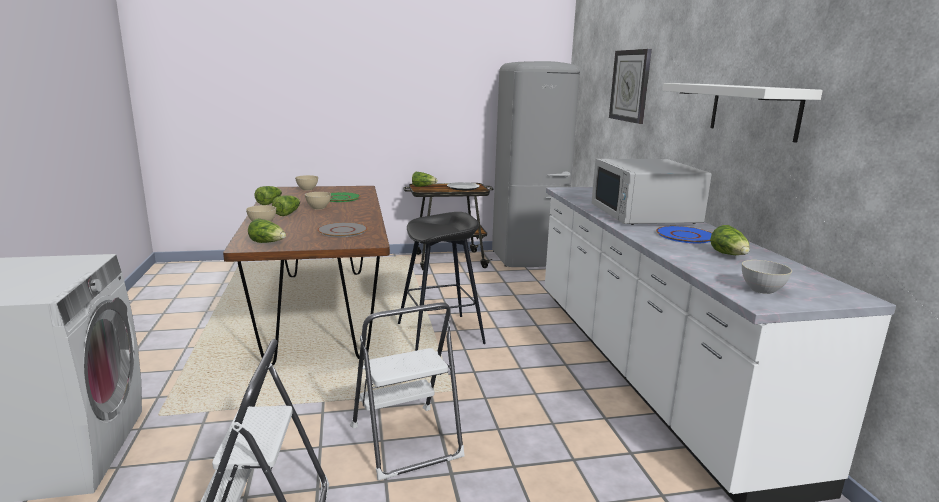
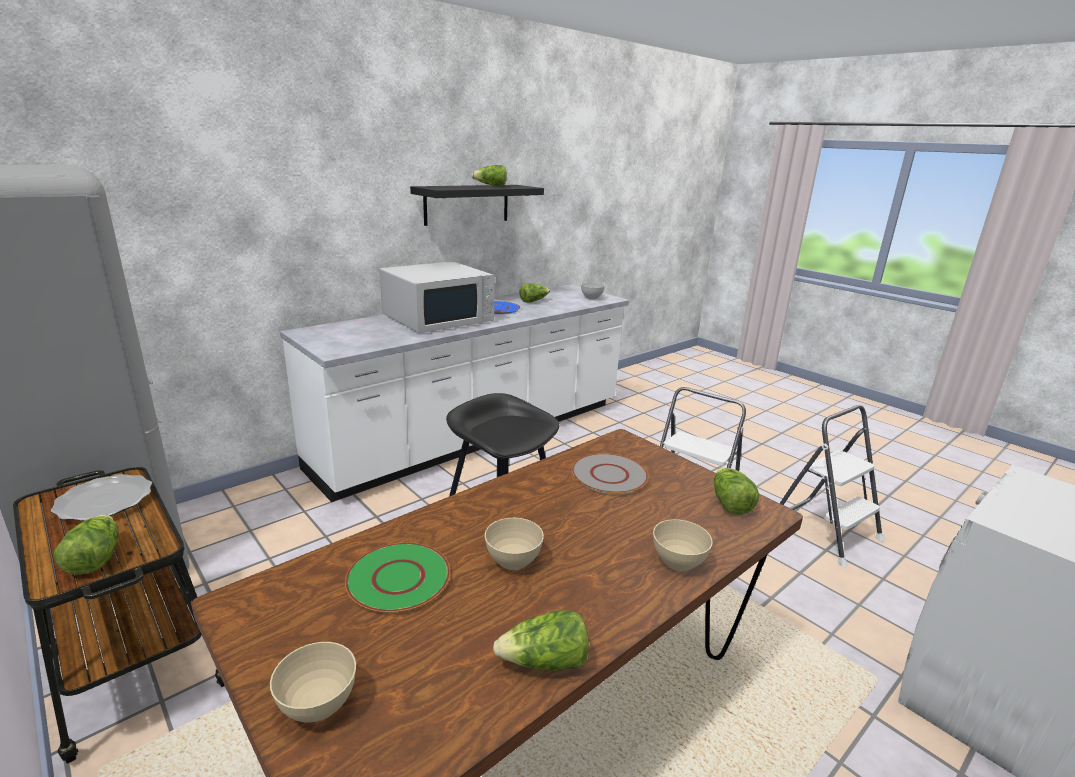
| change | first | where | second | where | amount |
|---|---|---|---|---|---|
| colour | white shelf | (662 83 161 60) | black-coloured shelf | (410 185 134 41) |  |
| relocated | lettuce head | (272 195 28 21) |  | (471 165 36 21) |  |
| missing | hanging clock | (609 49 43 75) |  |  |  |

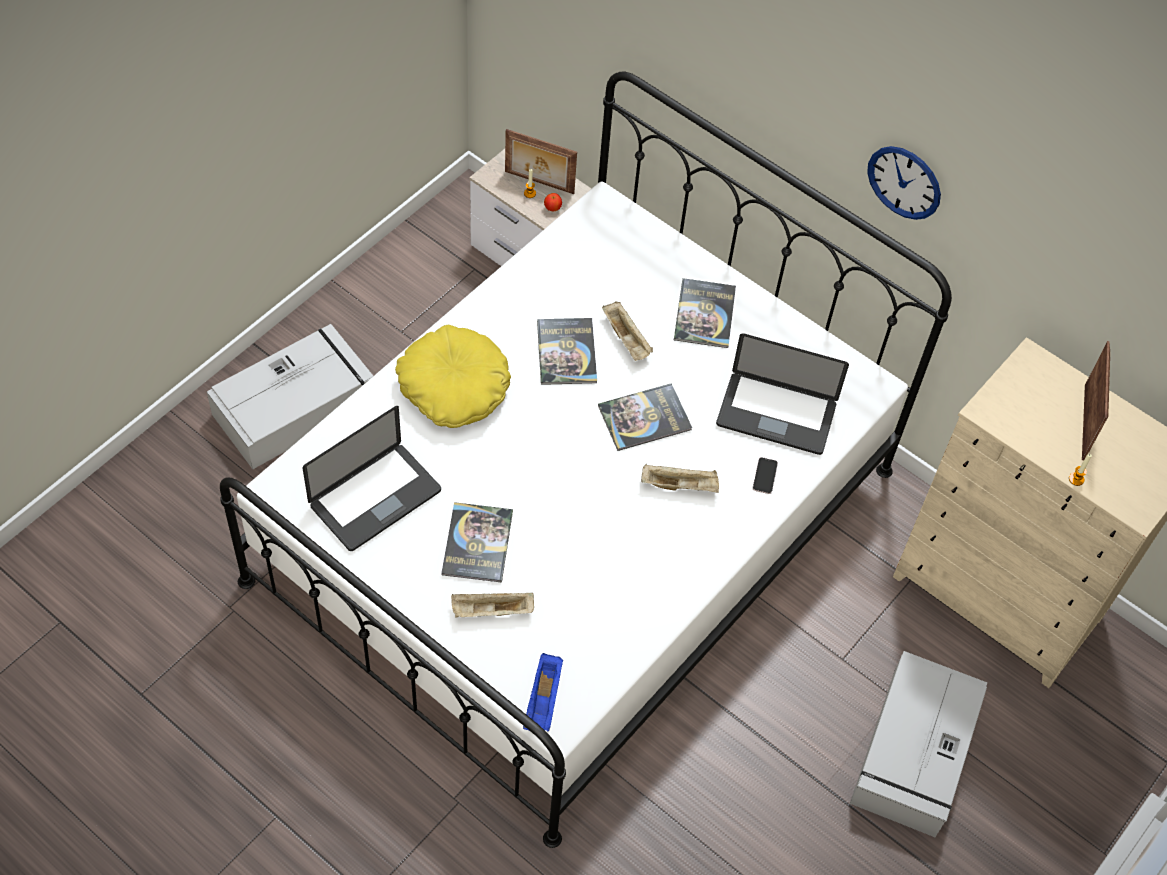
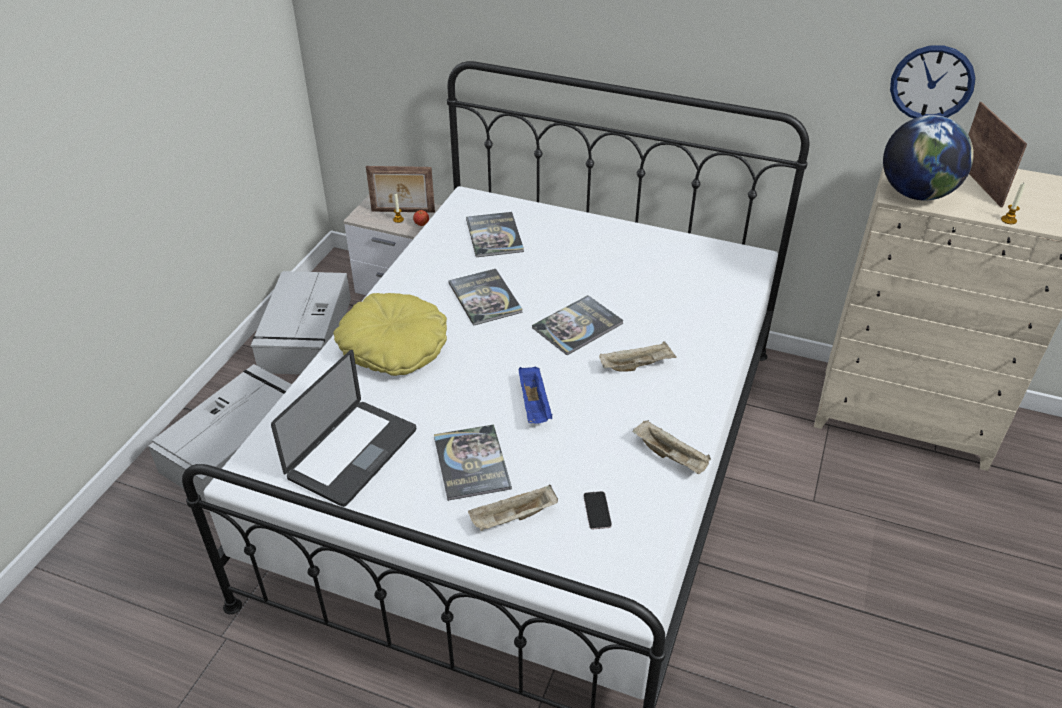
| change | first | where | second | where | amount |
|---|---|---|---|---|---|
| relocated | grey storage bin | (850 651 137 186) |  | (250 271 101 104) |  |
| relocated | book | (674 278 62 70) |  | (466 212 58 45) |  |
| relocated | blue-coloured serving tray | (523 653 40 79) |  | (519 366 33 58) |  |
| relocated | phone | (753 457 25 37) |  | (583 491 29 38) |  |
| relocated | beige-coloured serving tray | (602 301 51 60) |  | (632 420 79 54) |  |
| appeared |  |  | desk globe | (883 115 91 85) |  |
| relocated | hanging clock | (867 146 74 74) |  | (890 45 86 73) |  |
| missing | laptop | (716 333 133 122) |  |  |  |

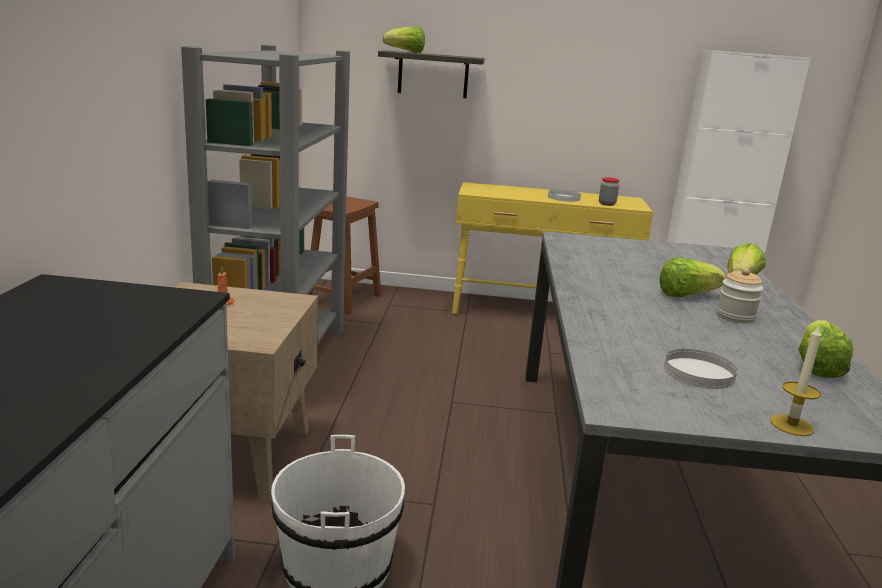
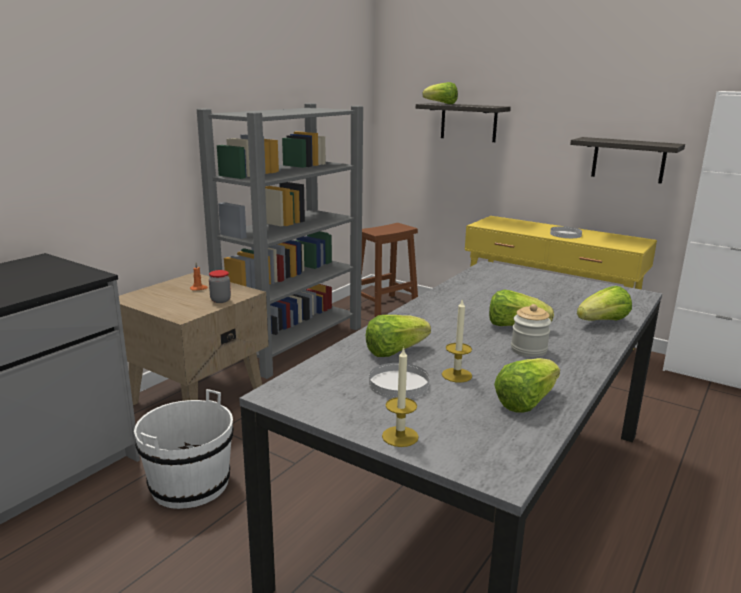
| change | first | where | second | where | amount |
|---|---|---|---|---|---|
| relocated | preserve jar | (599 178 20 28) |  | (209 270 22 33) |  |
| appeared |  |  | lettuce head | (366 315 65 42) |  |
| appeared |  |  | wax light | (442 298 30 84) |  |
| appeared |  |  | shelf | (570 137 115 47) |  |

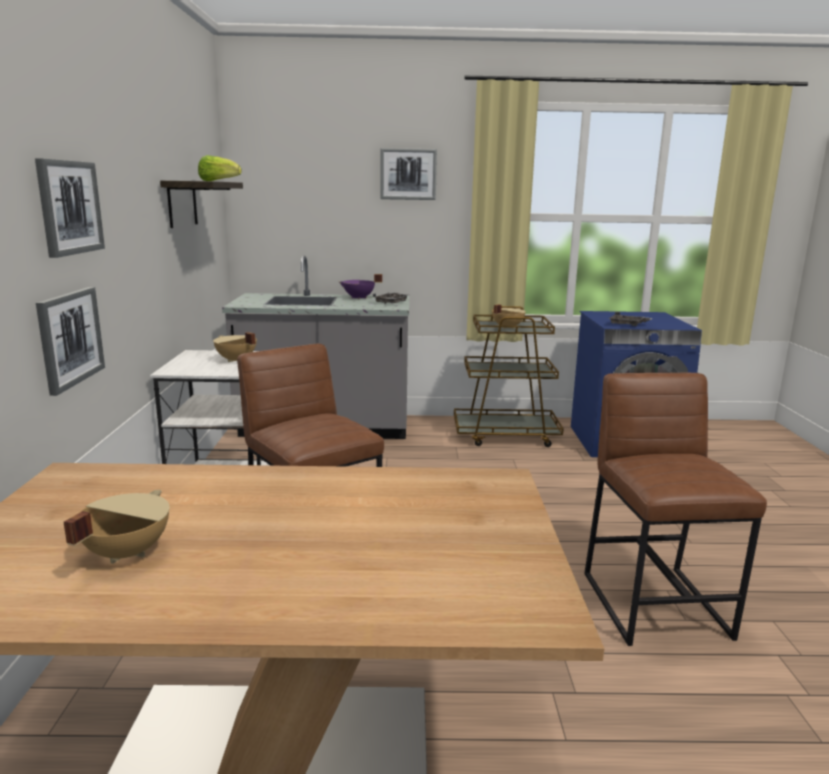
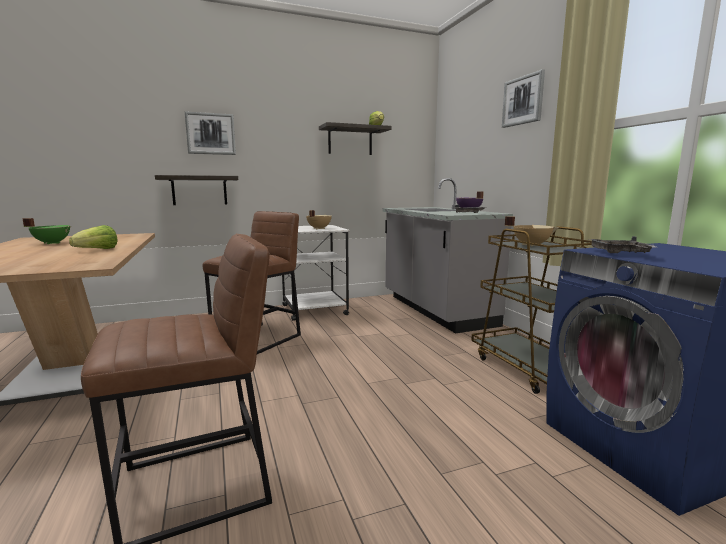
| change | first | where | second | where | amount |
|---|---|---|---|---|---|
| colour | beige-coloured cooking pot | (64 490 106 74) | green-coloured cooking pot | (22 218 49 26) |  |
| appeared |  |  | lettuce head | (69 225 48 24) |  |
| exchanged | wall art | (36 287 69 109) | shelf | (155 175 83 30) |  |

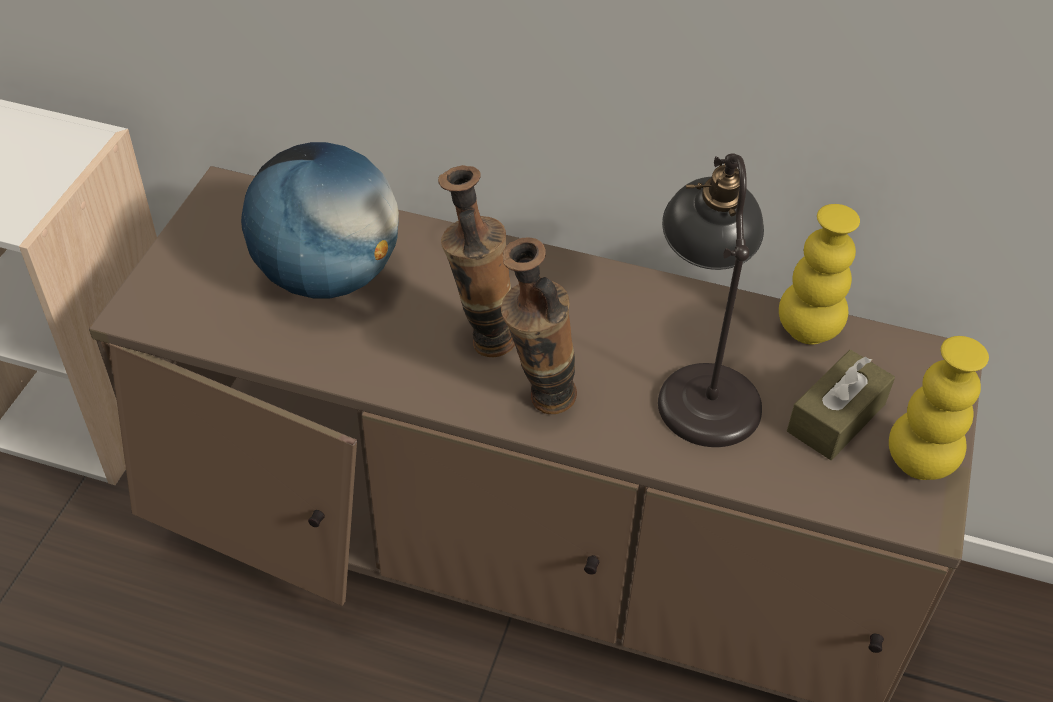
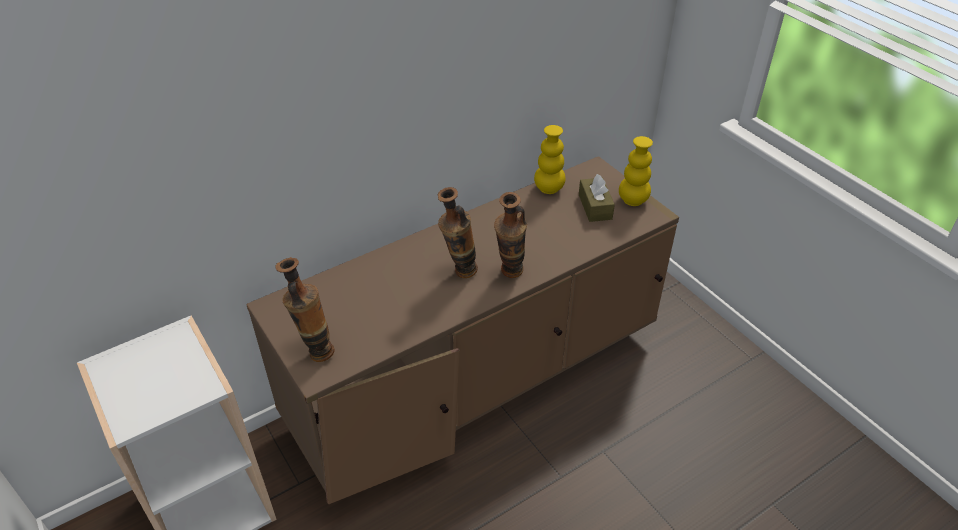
| change | first | where | second | where | amount |
|---|---|---|---|---|---|
| appeared |  |  | flower vase | (275 257 60 105) |  |
| missing | desk globe | (241 142 158 156) |  |  |  |
| missing | grey table lamp | (658 153 106 294) |  |  |  |

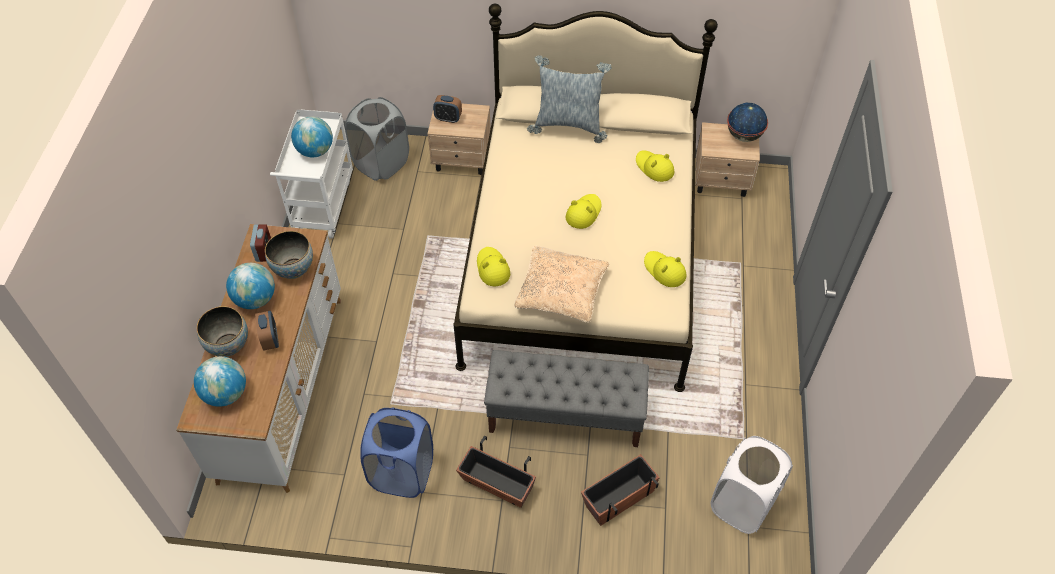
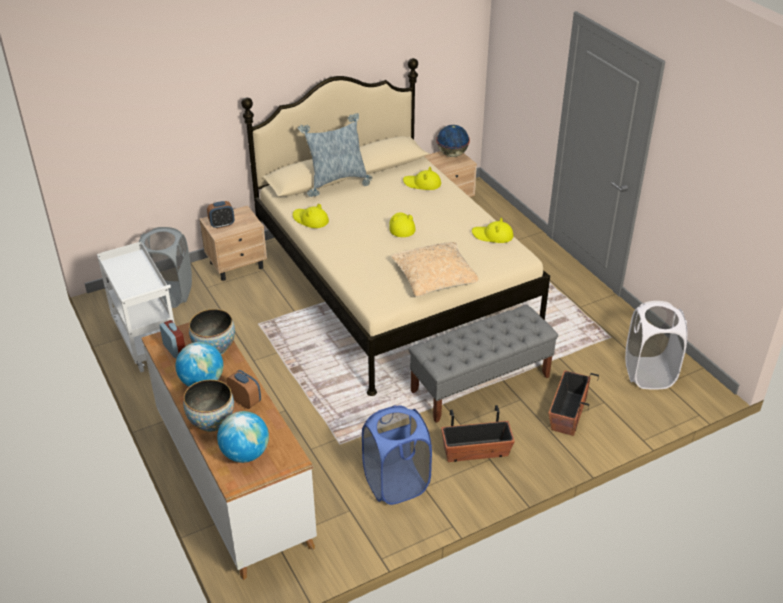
| change | first | where | second | where | amount |
|---|---|---|---|---|---|
| relocated | yellowish wearable hat | (477 247 33 39) |  | (293 204 36 24) |  |
| missing | desk globe | (291 116 42 41) |  |  |  |

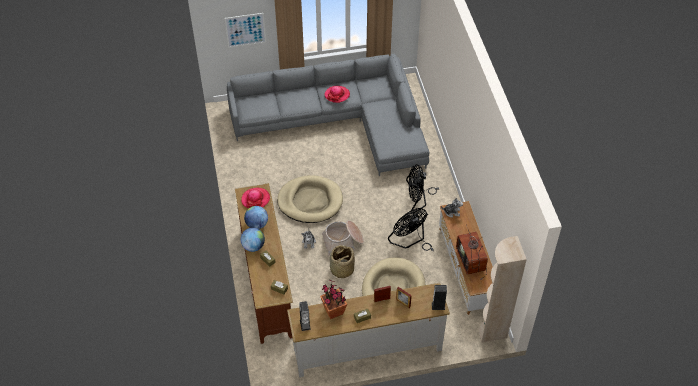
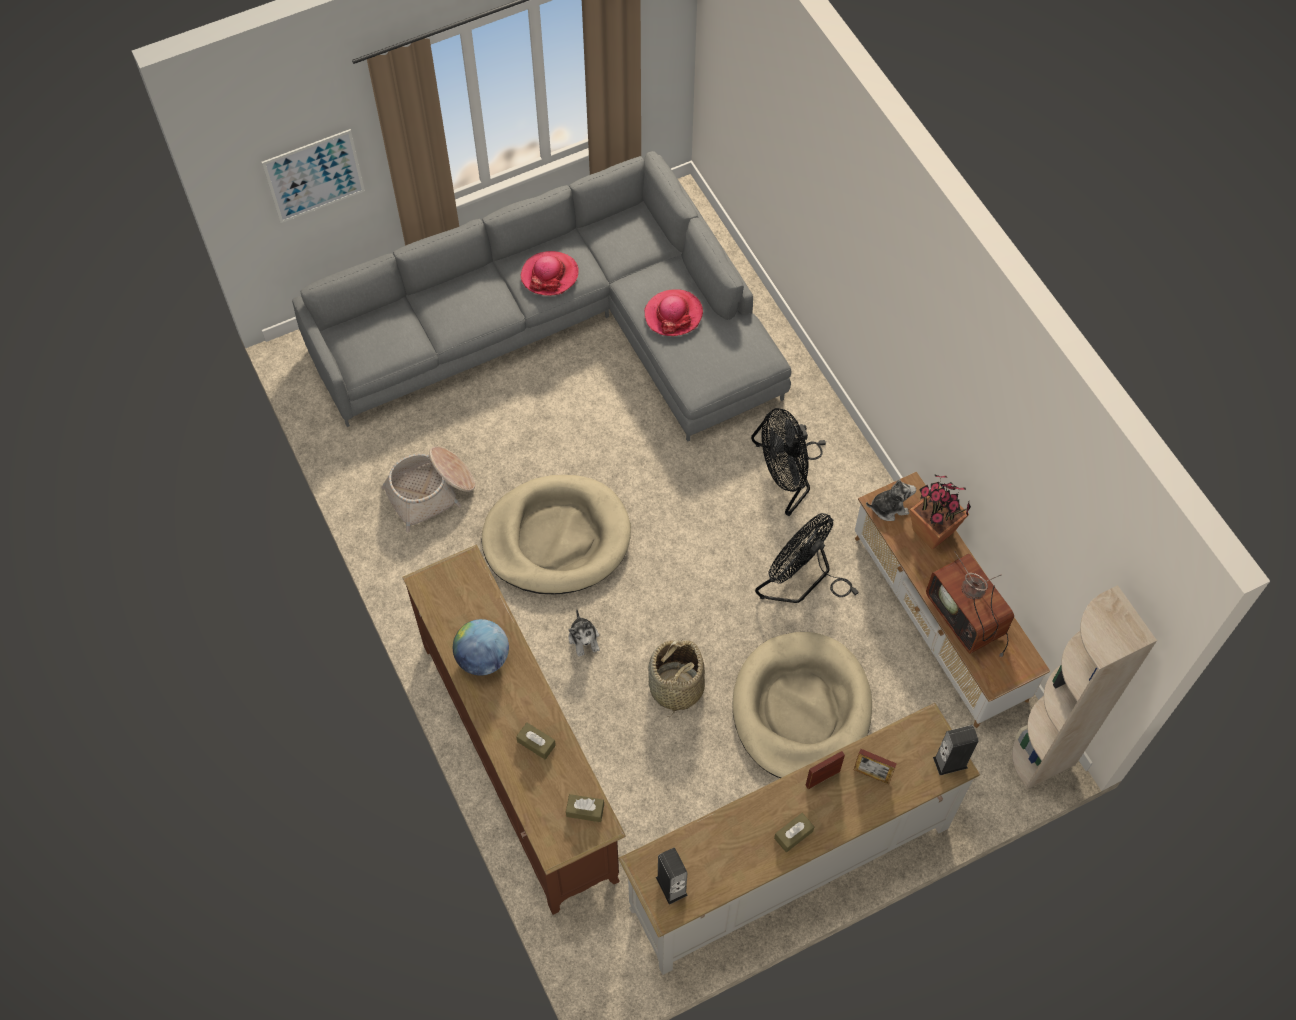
| change | first | where | second | where | amount |
|---|---|---|---|---|---|
| relocated | storage basket | (322 221 42 35) |  | (381 447 94 85) |  |
| relocated | wearable hat | (241 188 29 20) |  | (644 289 59 47) |  |
| relocated | plant in a pot | (320 279 27 40) |  | (910 474 61 75) |  |
| missing | desk globe | (241 228 24 24) |  |  |  |

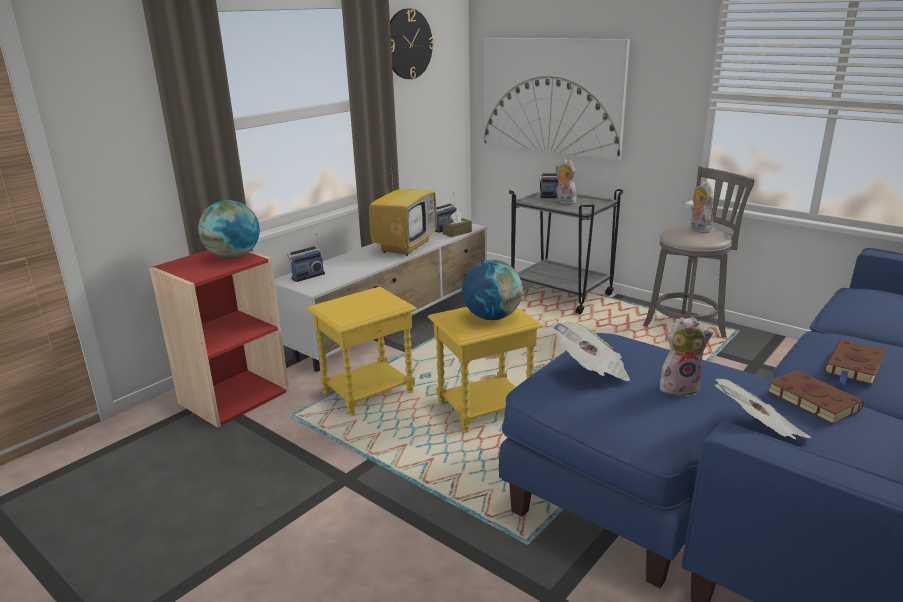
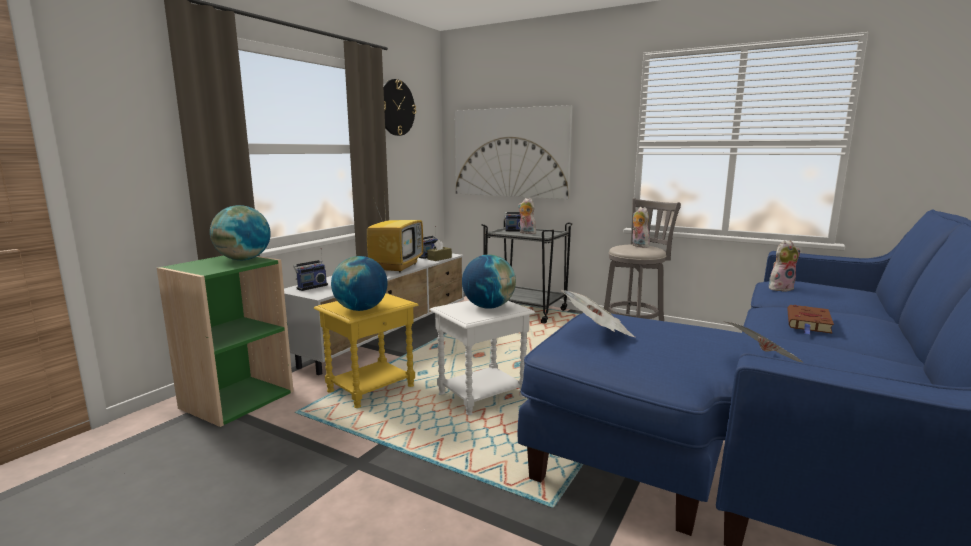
| change | first | where | second | where | amount |
|---|---|---|---|---|---|
| colour | red shelving unit | (149 250 140 178) | green-coloured shelving unit | (157 255 137 172) |  |
| appeared |  |  | desk globe | (331 256 57 55) |  |
| colour | yellowish side table | (428 307 115 126) | white side table | (430 300 105 115) |  |
| relocated | plush toy | (660 317 53 79) |  | (769 240 32 51) |  |
| missing | brown-coloured book | (767 370 97 54) |  |  |  |

